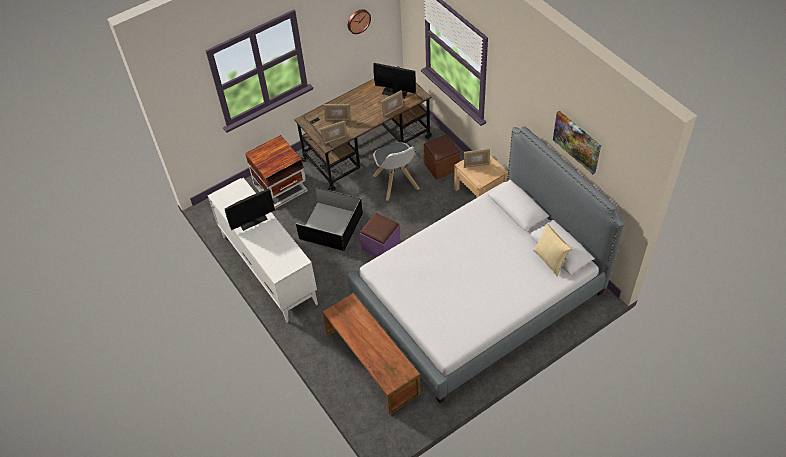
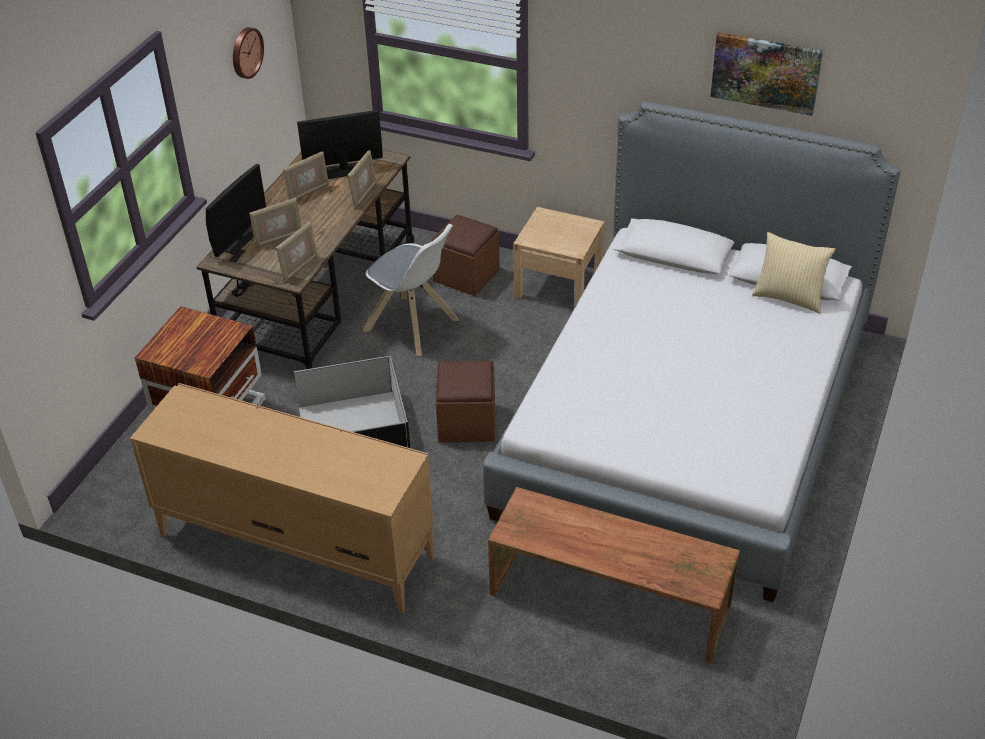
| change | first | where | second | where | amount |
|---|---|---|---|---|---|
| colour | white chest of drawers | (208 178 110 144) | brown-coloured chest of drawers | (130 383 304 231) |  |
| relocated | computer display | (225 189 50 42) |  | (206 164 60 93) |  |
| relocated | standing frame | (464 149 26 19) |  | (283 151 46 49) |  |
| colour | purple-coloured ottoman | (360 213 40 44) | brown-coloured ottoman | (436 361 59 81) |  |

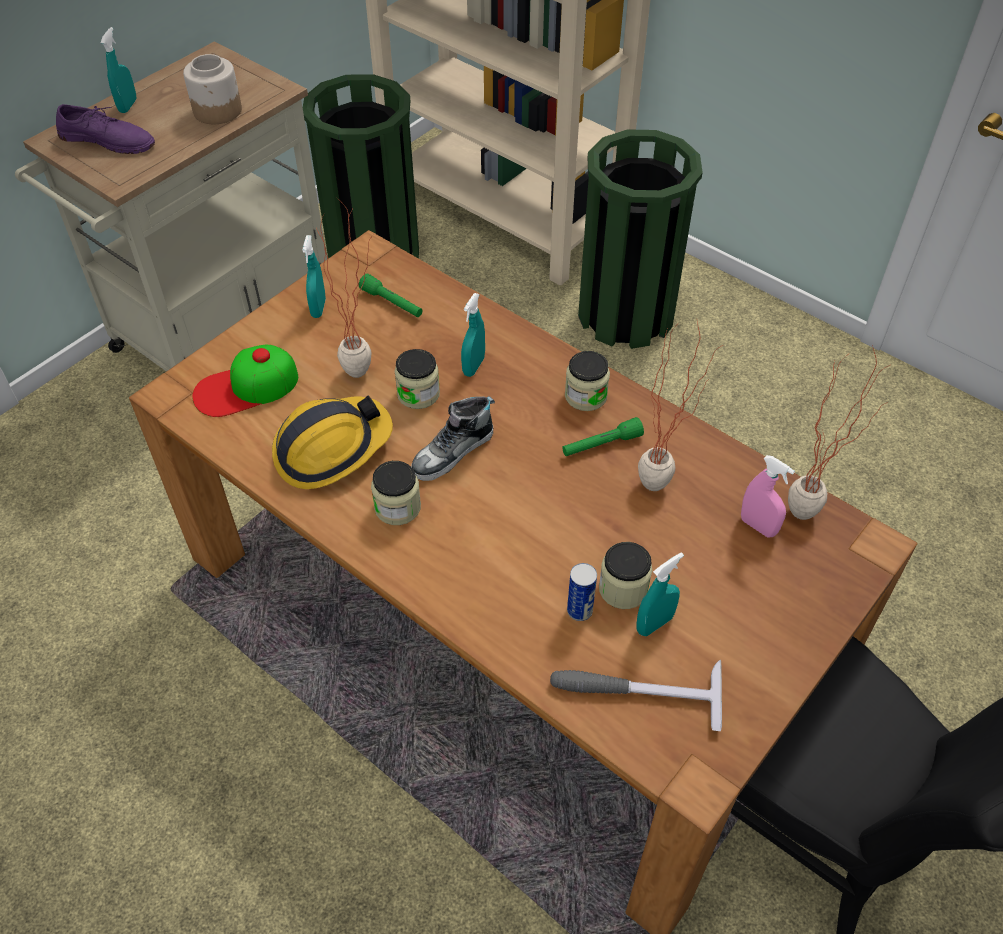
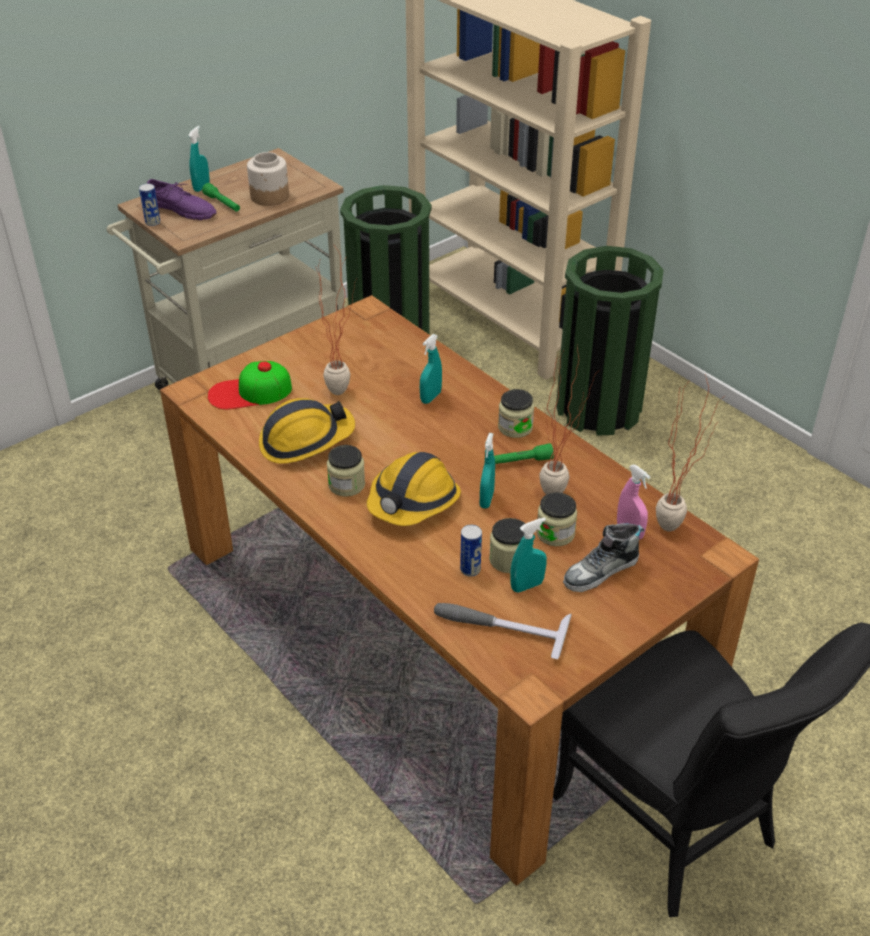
| change | first | where | second | where | amount |
|---|---|---|---|---|---|
| appeared |  |  | sealed can | (139 184 21 42) |  |
| relocated | green-coloured flashlight | (359 273 64 44) |  | (202 183 38 29) |  |
| appeared |  |  | safety helmet | (367 452 94 74) |  |
| relocated | blue-green hand sprayer | (302 235 24 83) |  | (480 433 15 75) |  |
| relocated | preserve jar | (395 349 45 60) |  | (536 493 41 53) |  |
| relocated | low shoe | (411 396 84 85) |  | (563 523 81 69) |  |

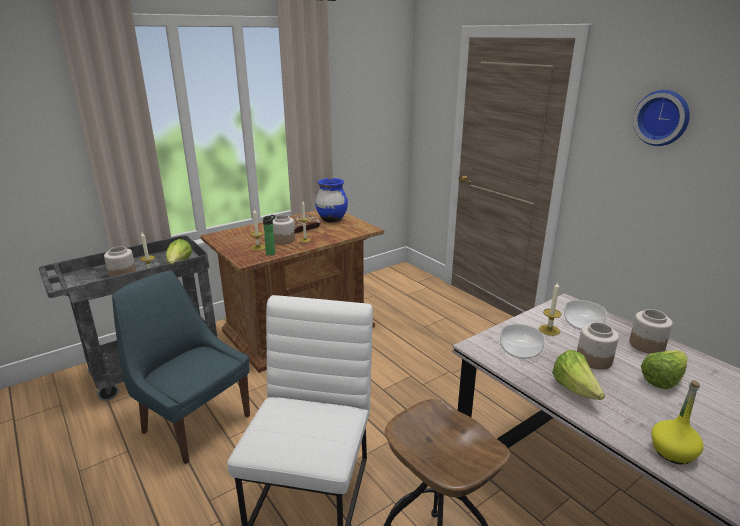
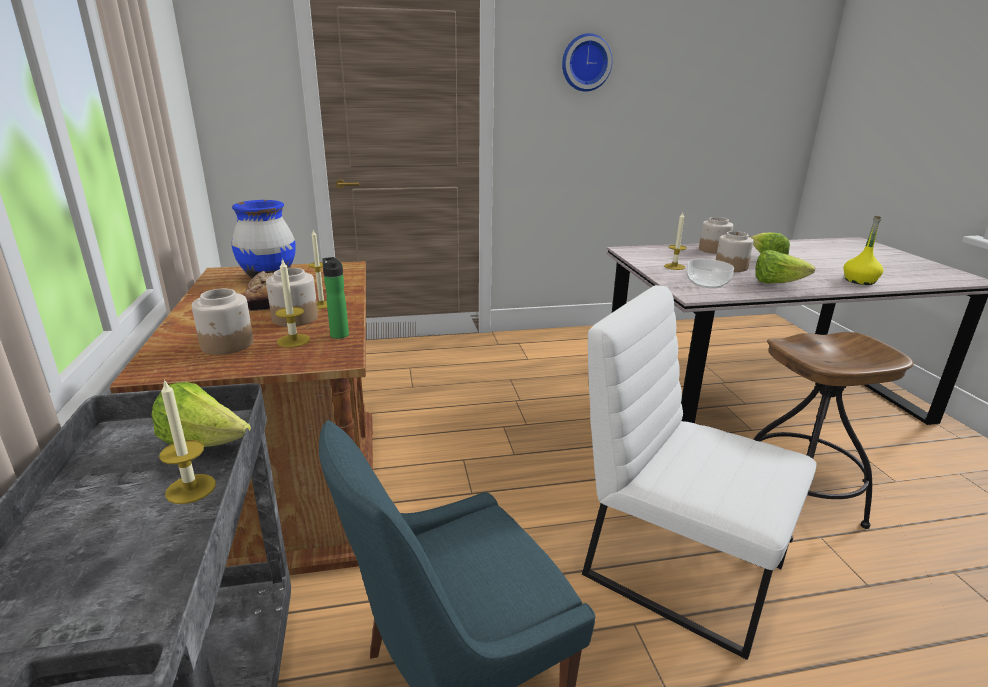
| change | first | where | second | where | amount |
|---|---|---|---|---|---|
| relocated | preserve jar | (104 246 32 32) |  | (192 289 61 66) |  |
| missing | bowl | (564 300 43 30) |  |  |  |

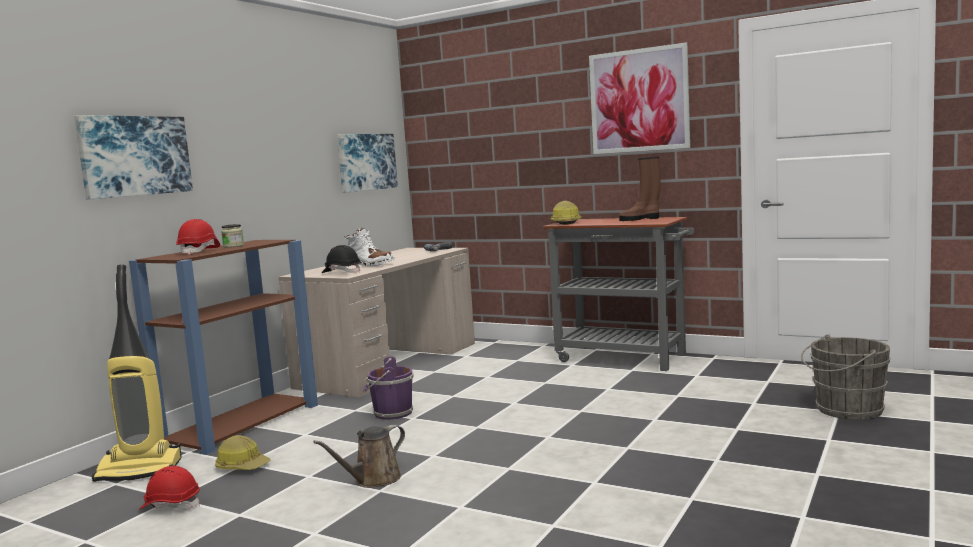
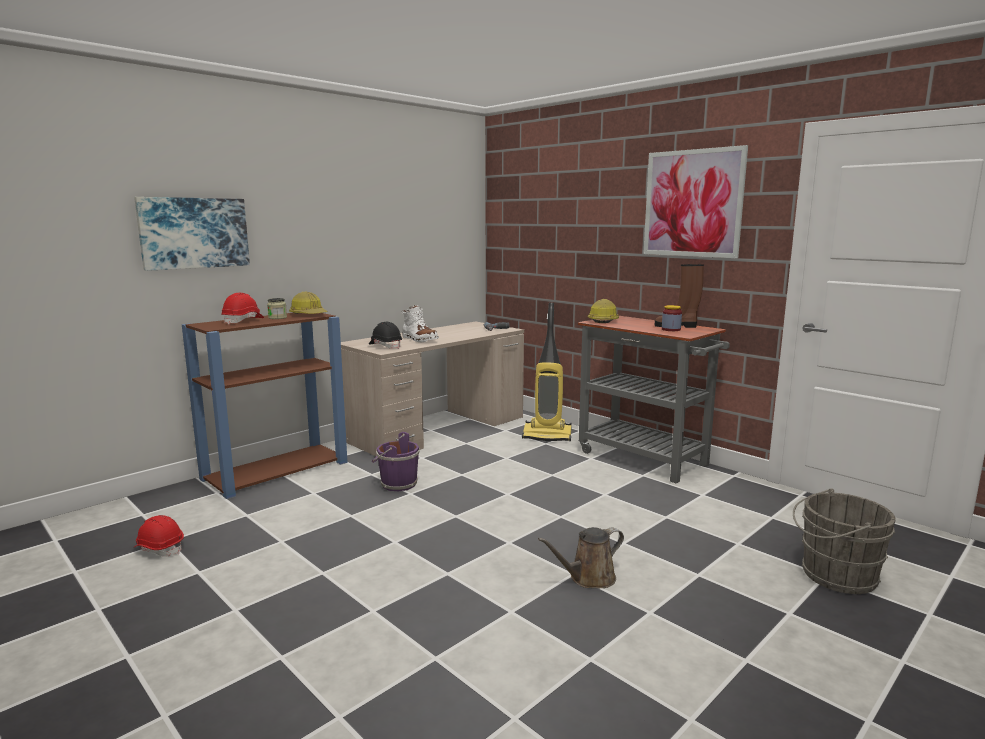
| change | first | where | second | where | amount |
|---|---|---|---|---|---|
| relocated | safety helmet | (215 435 55 35) |  | (289 291 39 23) |  |
| relocated | vacuum cleaner | (92 265 90 217) |  | (522 303 50 138) |  |
| relocated | brown-coloured watering can | (313 425 92 63) |  | (538 527 86 61) |  |
| appeared |  |  | preserve jar | (662 305 20 26) |  |
| missing | wall art | (337 134 61 59) |  |  |  |

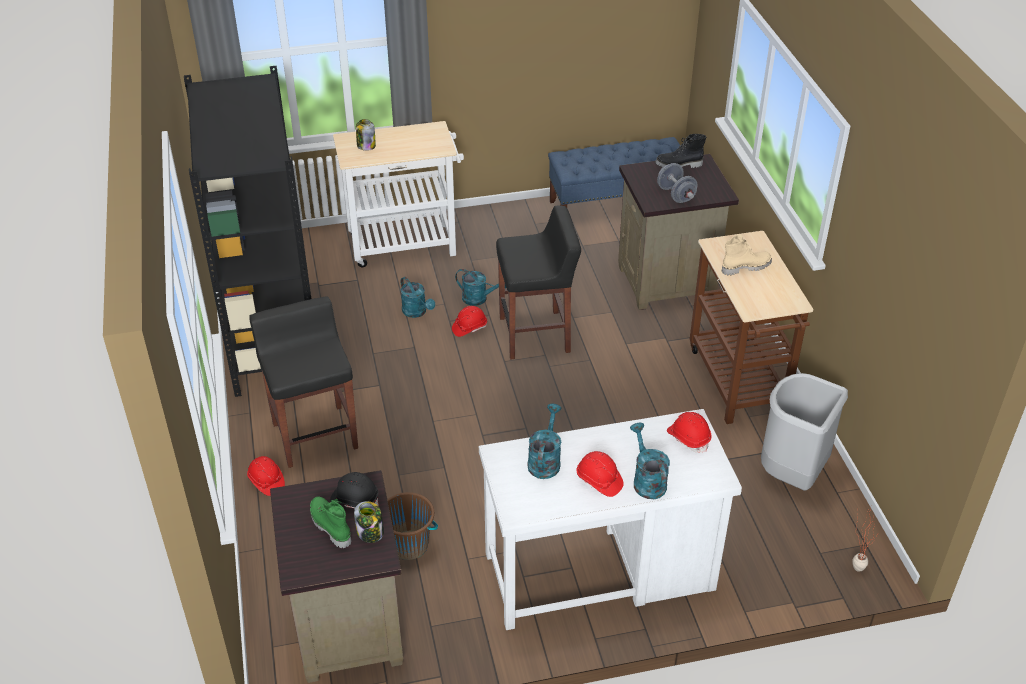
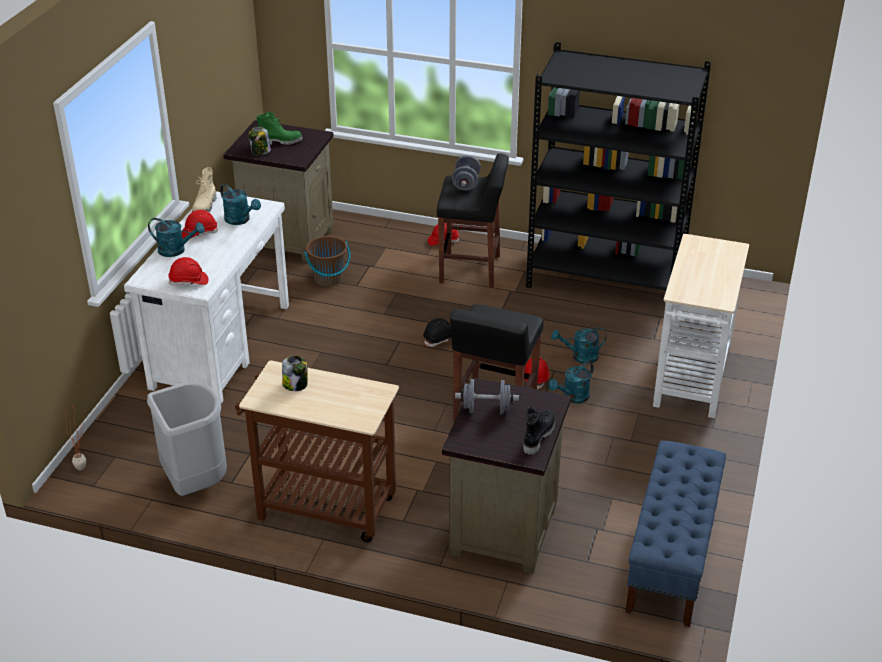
| change | first | where | second | where | amount |
|---|---|---|---|---|---|
| relocated | beige-coloured boot | (722 234 50 42) |  | (192 167 24 45) |  |
| relocated | preserve jar | (356 119 20 32) |  | (282 355 26 36) |  |
| relocated | black-coloured safety helmet | (330 472 49 36) |  | (423 318 29 29) |  |
| appeared |  |  | grey dumbbell | (452 155 29 36) |  |

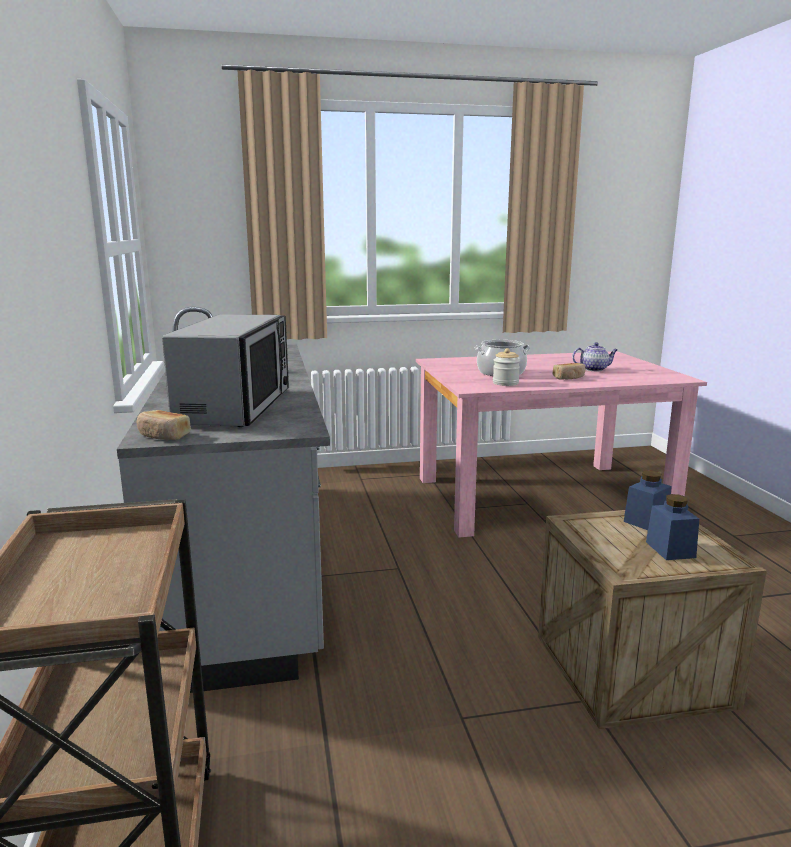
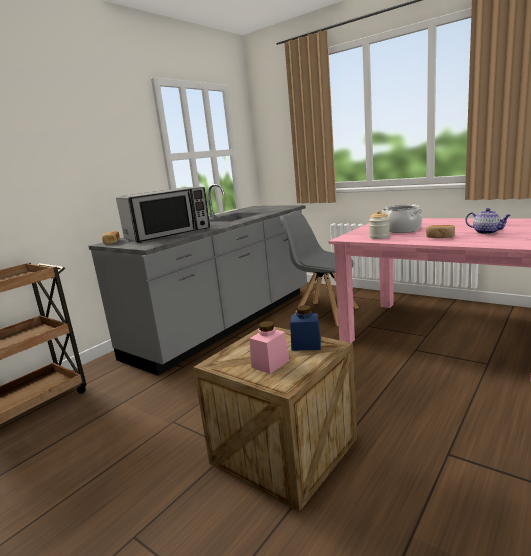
| change | first | where | second | where | amount |
|---|---|---|---|---|---|
| colour | blue-coloured preserve jar | (646 494 53 66) | pinkish preserve jar | (249 321 40 53) |  |
| appeared |  |  | grey upright chair | (280 211 79 115) |  |

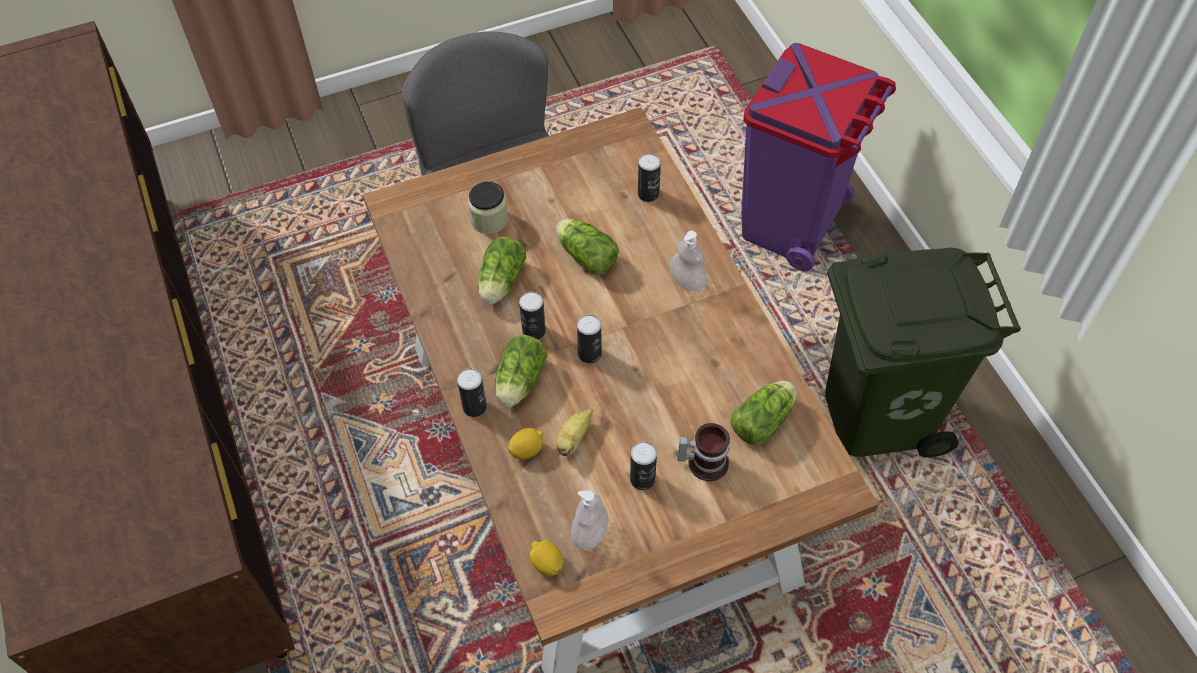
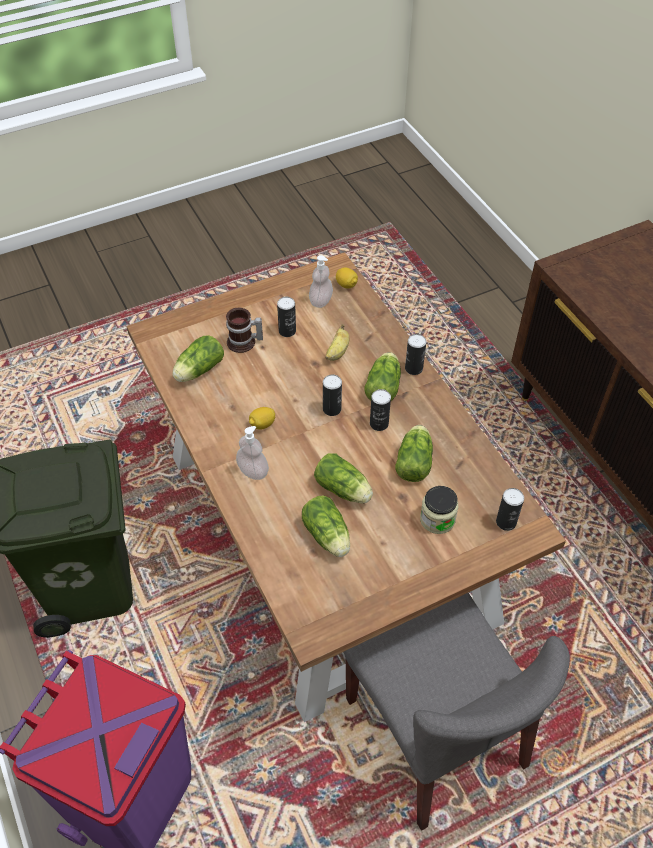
| change | first | where | second | where | amount |
|---|---|---|---|---|---|
| relocated | whole lemon | (508 428 35 32) |  | (249 407 26 23) |  |
| appeared |  |  | lettuce head | (302 495 48 62) |  |
| relocated | sealed can | (638 153 23 49) |  | (496 488 28 43) |  |

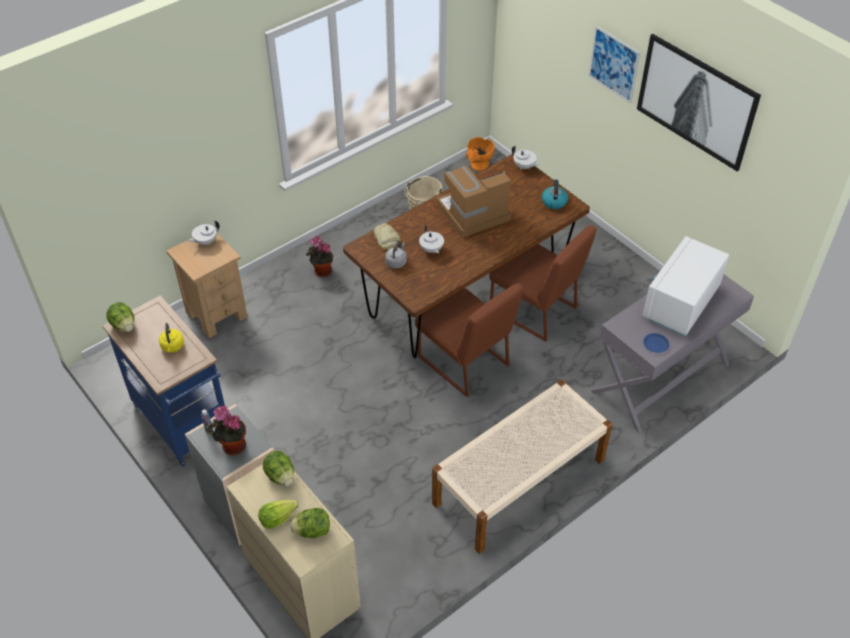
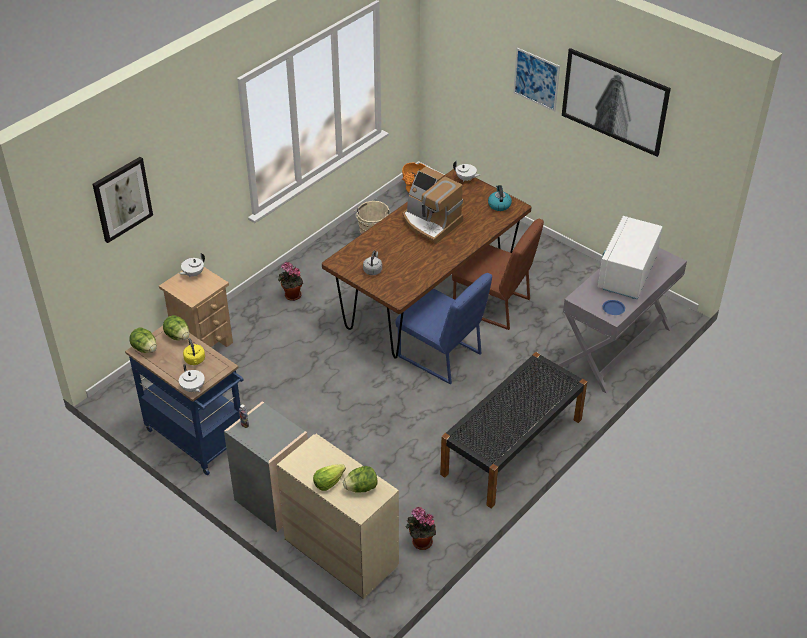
| change | first | where | second | where | amount |
|---|---|---|---|---|---|
| appeared |  |  | wall art | (92 157 61 86) |  |
| relocated | lettuce head | (263 451 31 35) |  | (163 315 26 25) |  |
| relocated | white teapot | (419 225 25 29) |  | (179 364 26 29) |  |
| colour | brown-coloured upright chair | (415 283 108 114) | blue-coloured upright chair | (396 273 96 112) |  |
| spun | coffee maker | (436 166 76 72) |  | (403 166 60 79) | 105 degrees counterclockwise |
| relocated | plant in a pot | (208 405 38 50) |  | (406 507 30 43) |  |
| colour | beige-coloured long seat | (432 379 180 175) | black-coloured long seat | (440 352 147 157) |  |
| missing | bread | (374 223 27 27) |  |  |  |

